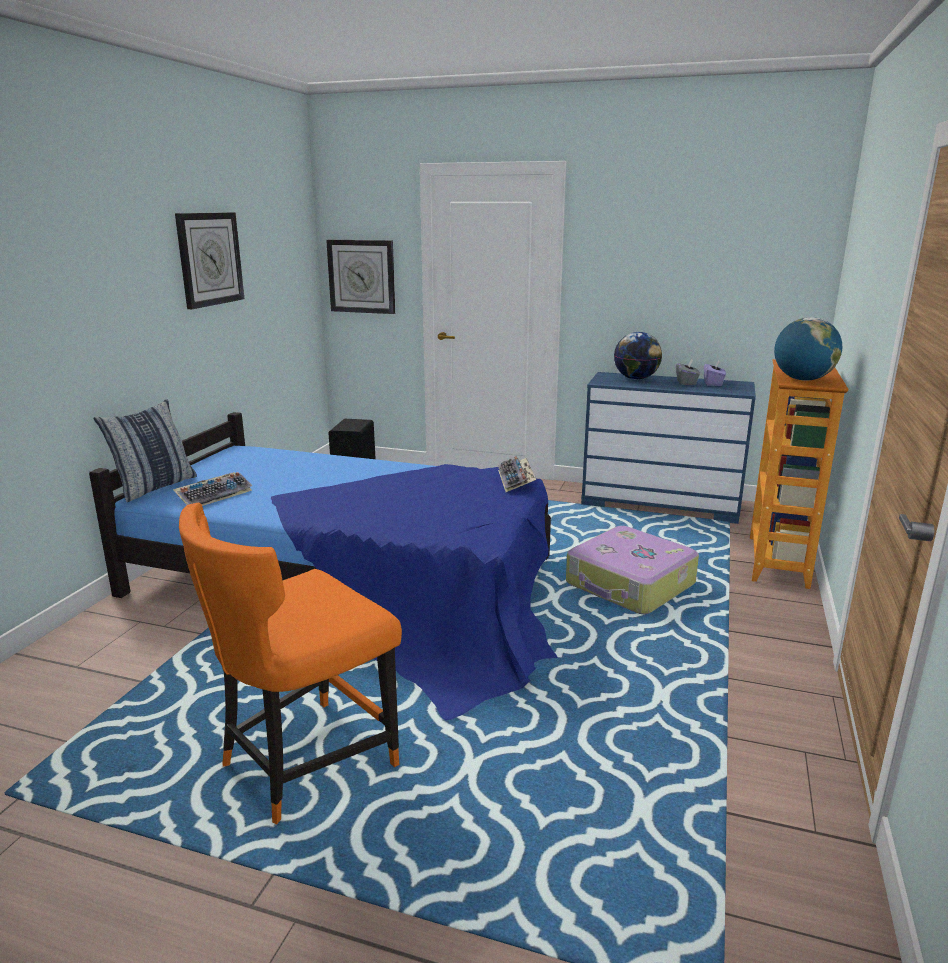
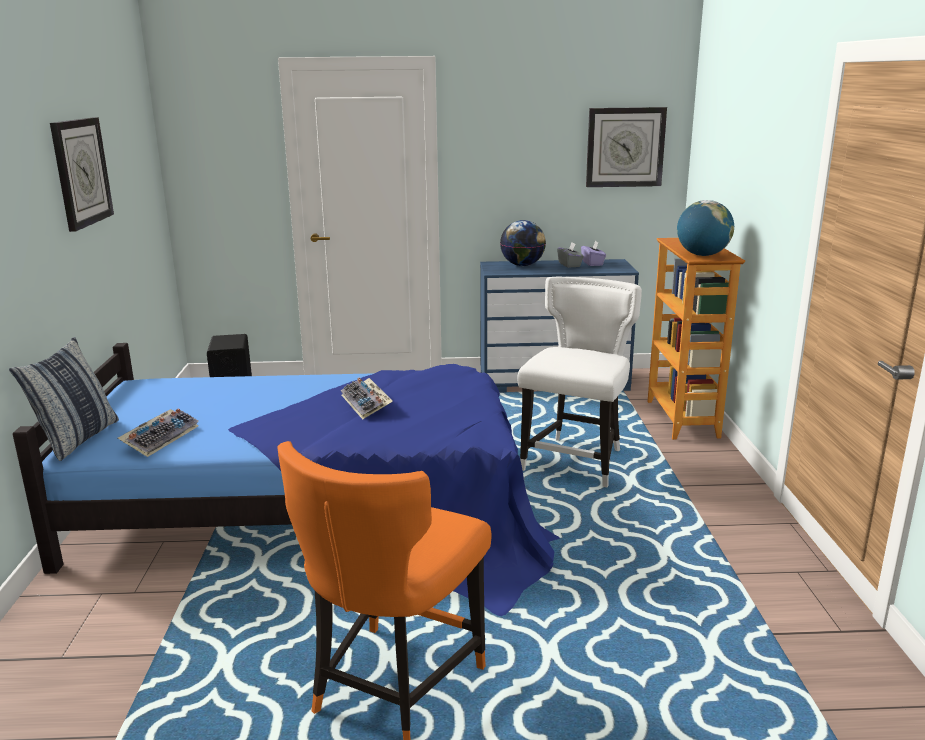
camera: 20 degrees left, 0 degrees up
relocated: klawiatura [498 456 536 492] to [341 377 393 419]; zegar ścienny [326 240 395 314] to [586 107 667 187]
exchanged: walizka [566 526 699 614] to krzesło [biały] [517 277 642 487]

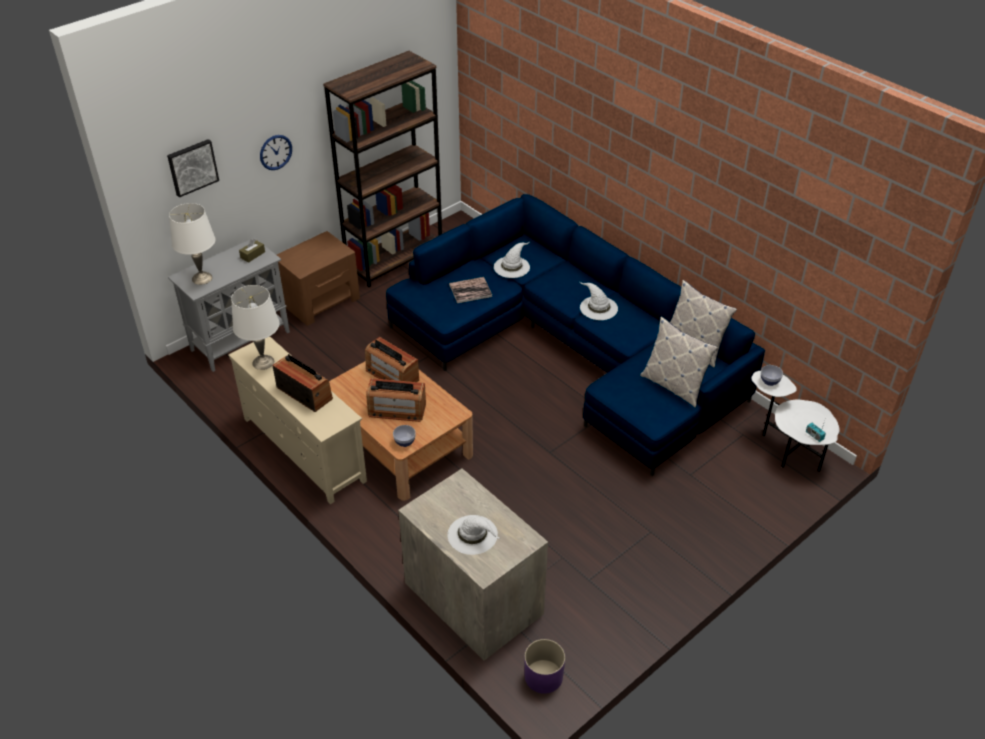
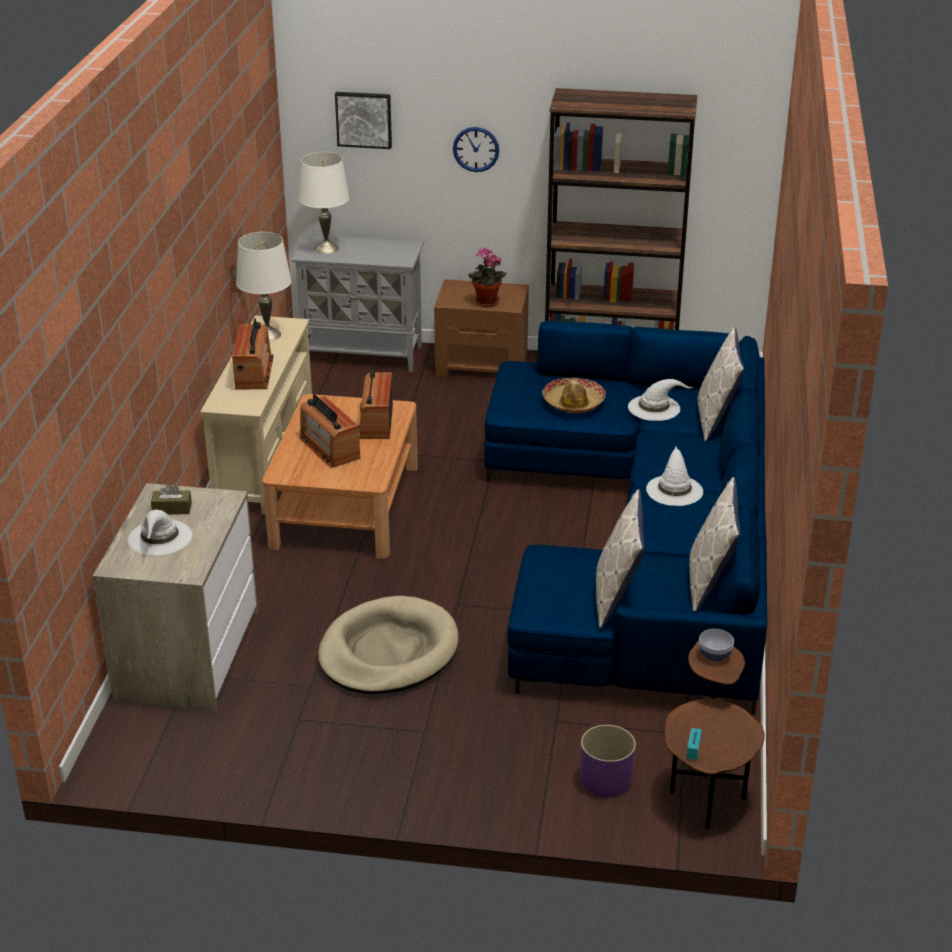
camera: 50 degrees right, 10 degrees down
missing: miska [393 425 416 447]
appeared: legowisko [beżowy] [318 596 459 694]; roślina doniczkowa [468 248 507 307]; poduszka [697 327 745 442]
relocated: pudełko chusteczek [brązowy] [239 239 265 263] to [151 483 192 515]; donica [fioletowy] [524 639 565 694] to [580 725 636 797]
exchanged: książka [449 277 492 303] to kapelusz [542 378 606 413]
colour: stolik [biały] [751 371 840 472] to stolik [brązowy] [665 641 764 829]

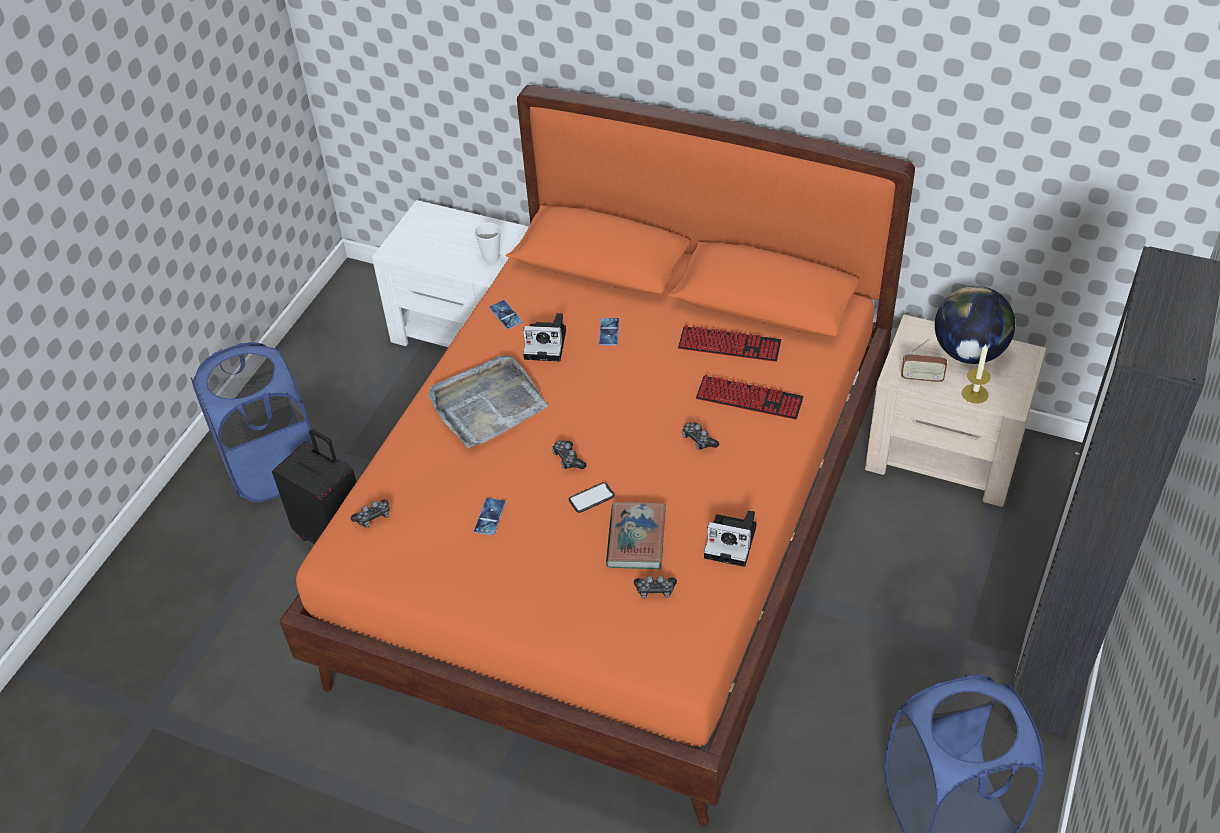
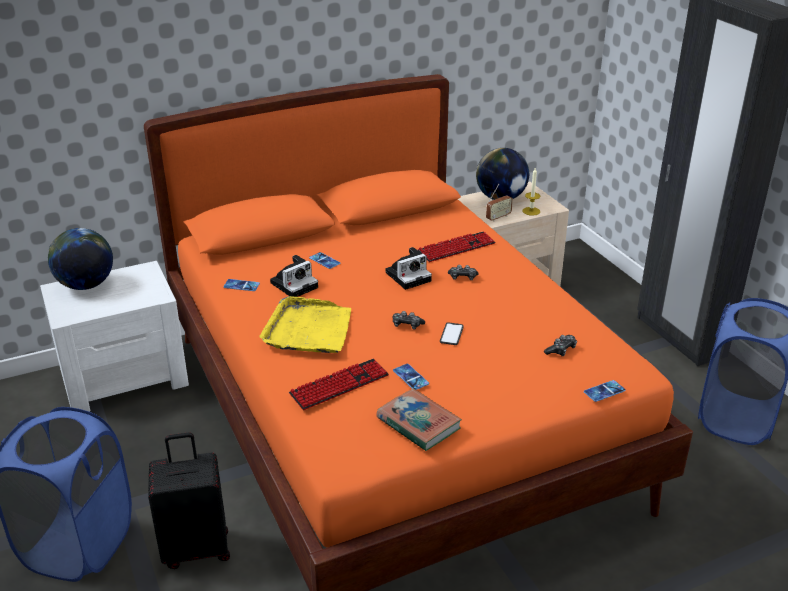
camera: 50 degrees left, 15 degrees down
missing: pad do gier [351 500 390 528]; filiżanka [474 223 501 263]
appeared: globus [48 228 113 290]; telefon [584 380 626 402]
relocated: klawiatura [678 325 781 362] to [289 359 389 410]; książka [606 502 666 569] to [377 389 462 451]; aparat fotograficzny [704 510 757 567] to [386 247 432 290]
colour: taca [szary] [428 356 548 448] to taca [żółty] [259 296 351 353]

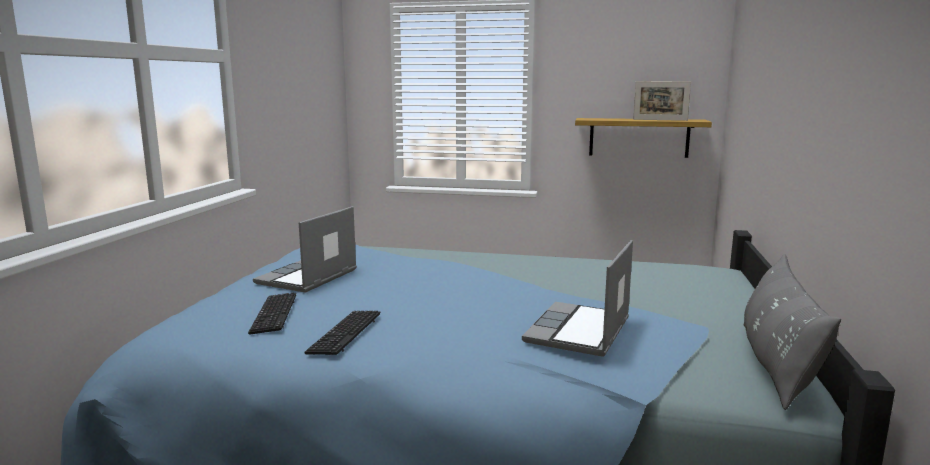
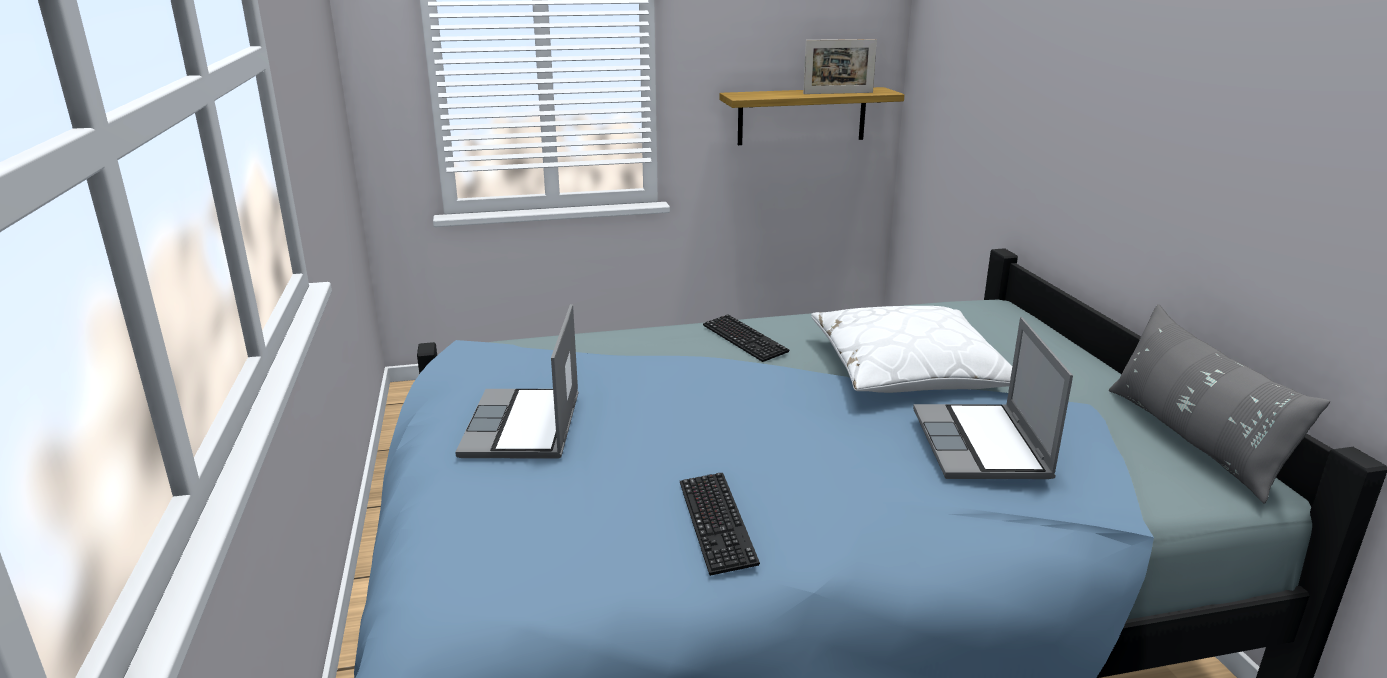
camera: 25 degrees left, 10 degrees up
appeared: poduszka [biały] [811 306 1012 393]
relocated: klawiatura [248 292 296 334] to [703 314 790 362]

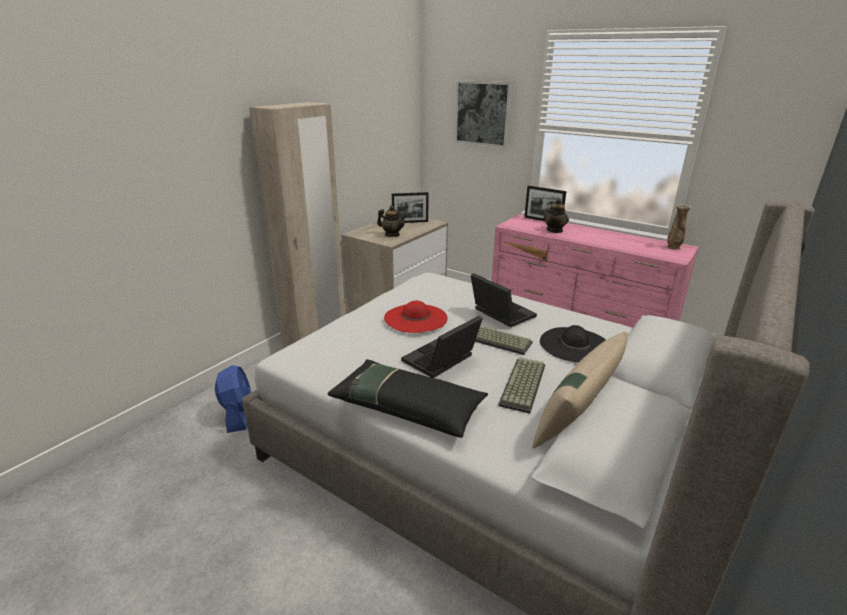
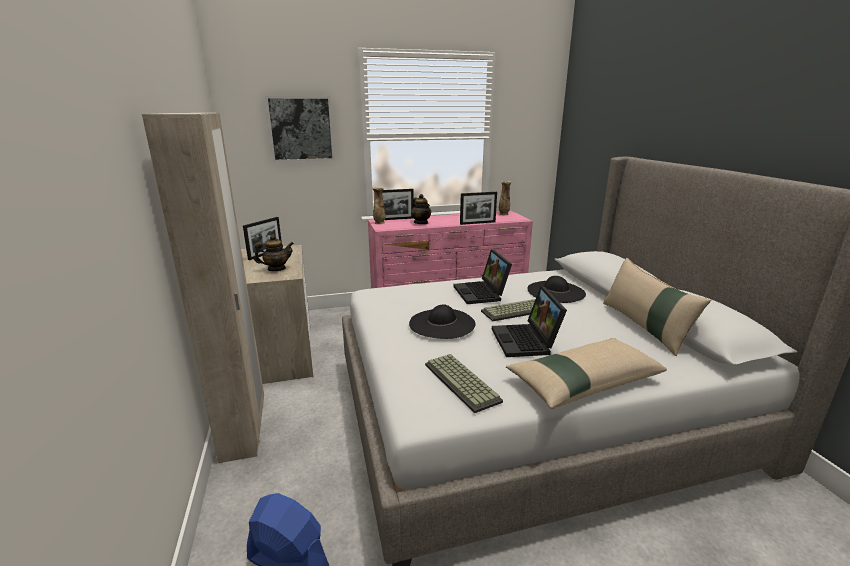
camera: 50 degrees left, 5 degrees down
appeared: wazon [372 187 386 224]; ramka na zdjęcie [460 192 497 225]
relocated: klawiatura [498 357 545 414] to [425 354 503 413]
colour: kapelusz [czerwony] [384 300 448 333] to kapelusz [czarny] [409 304 475 339]; poduszka [czarny] [327 359 488 438] to poduszka [beżowy] [506 338 667 409]
spun: laptop [471 273 537 327] = [453 249 512 304] 105 degrees counterclockwise

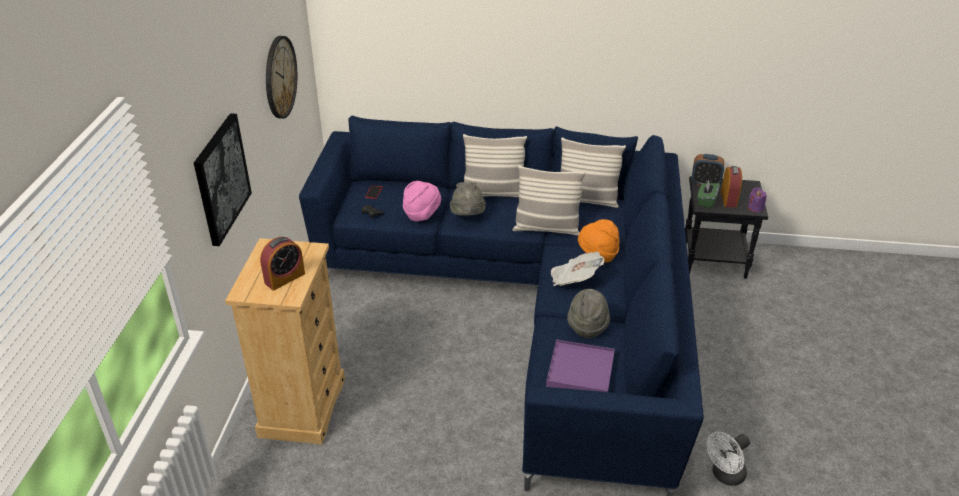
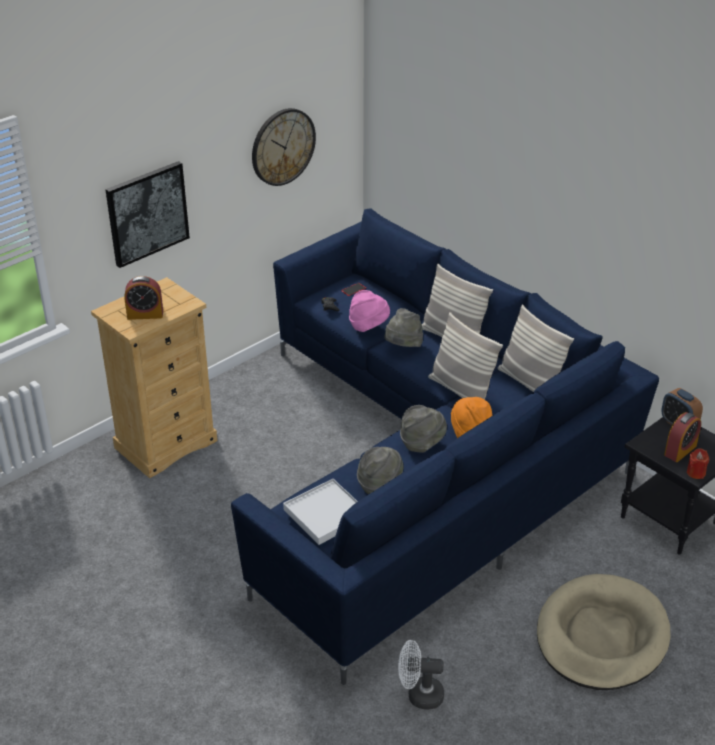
camera: 40 degrees right, 0 degrees up
missing: pudełko chusteczek [zielony] [697 180 720 208]
appeared: legowisko [beżowy] [537 574 671 690]
exchanged: gazeta [551 252 604 286] to kapelusz [szary] [400 405 447 453]
colour: taca [fioletowy] [546 340 615 392] to taca [biały] [283 479 358 545]; świeca [fioletowy] [748 188 767 213] to świeca [czerwony] [687 448 709 479]

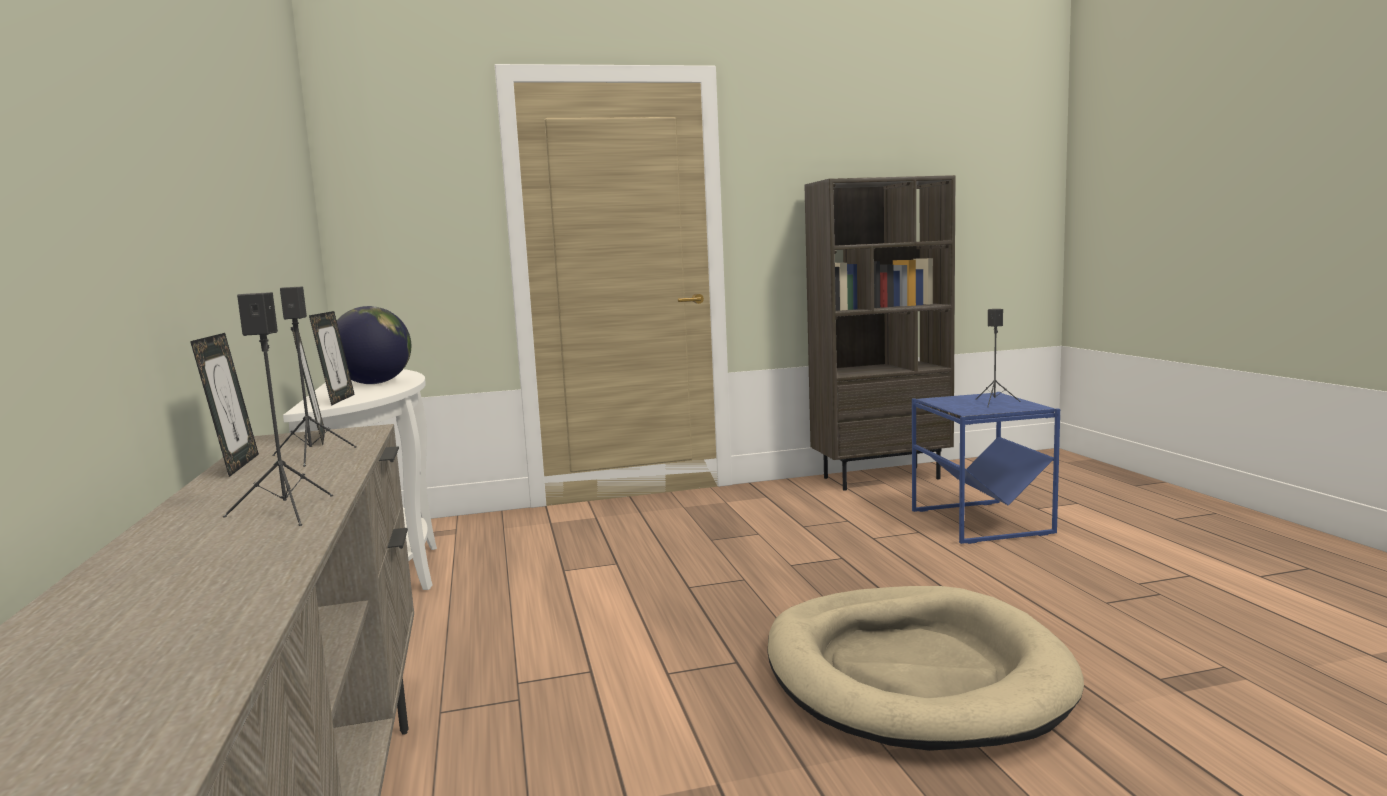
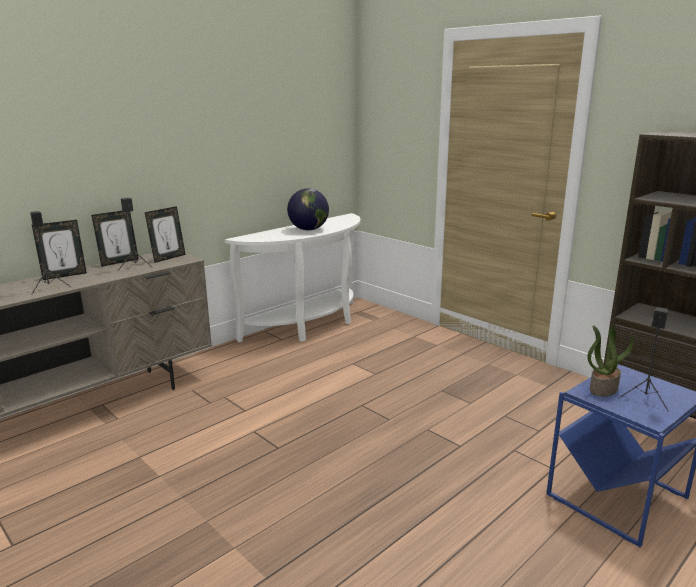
camera: 60 degrees right, 10 degrees up
missing: legowisko [beżowy] [767 586 1084 751]
appeared: roślina doniczkowa [587 324 634 397]
relocated: ramka na zdjęcie [309 311 355 406] to [32 220 87 280]

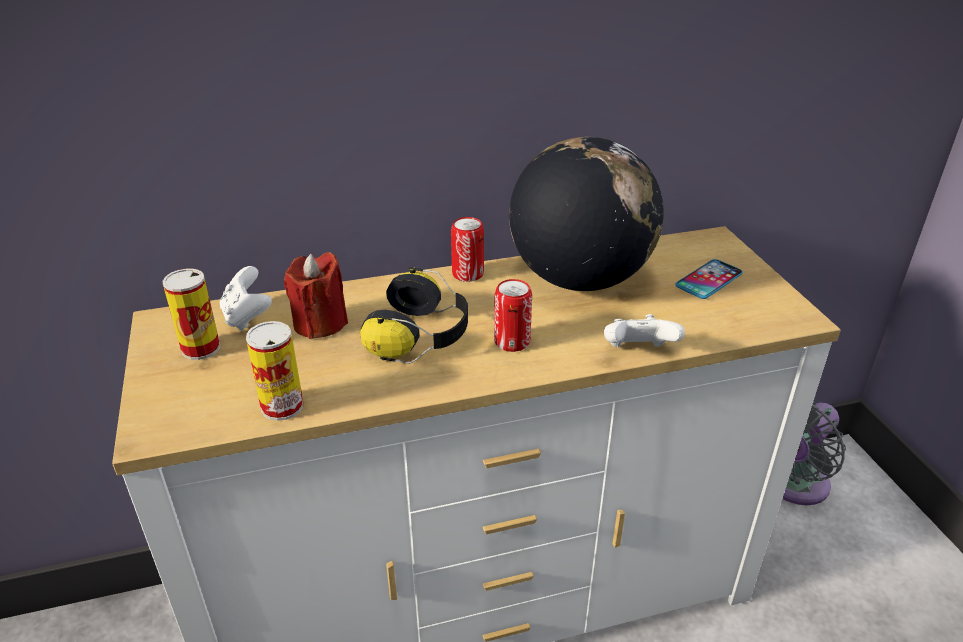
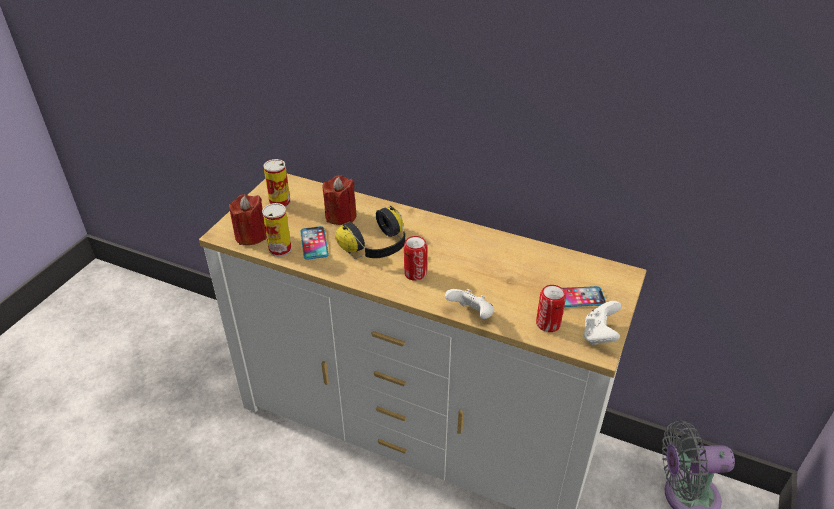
camera: 40 degrees right, 5 degrees up
missing: globus [509 137 664 291]
appeared: świeca [czerwony] [229 194 267 245]; telefon [300 226 329 260]
relocated: puszka [451 217 484 282] to [536 285 566 332]; pad do gier [biały] [220 266 272 331] to [584 301 622 345]

